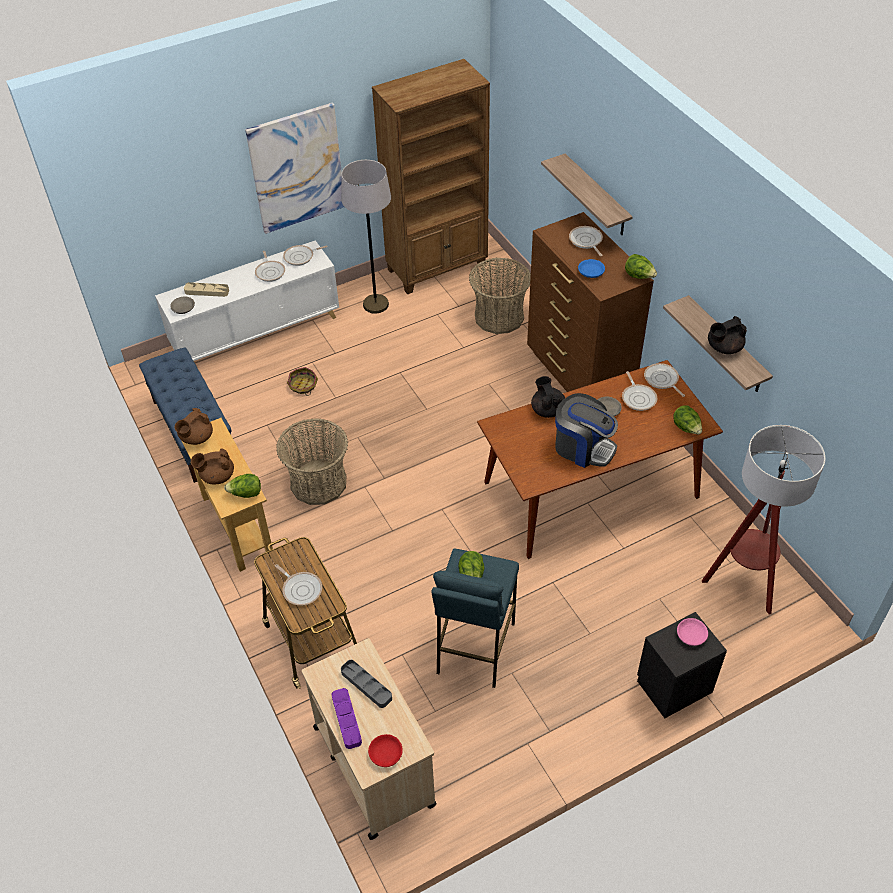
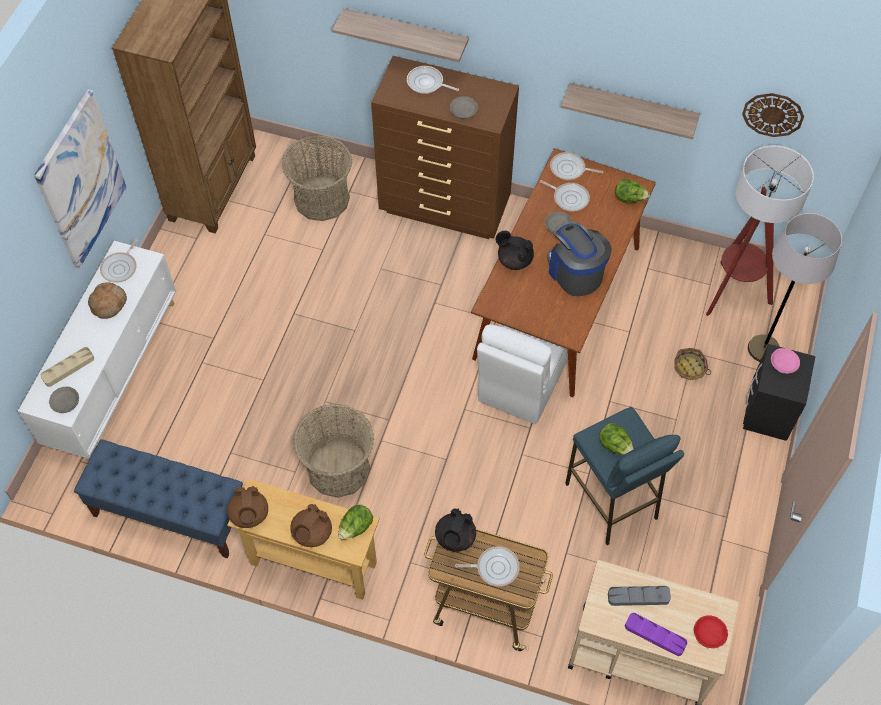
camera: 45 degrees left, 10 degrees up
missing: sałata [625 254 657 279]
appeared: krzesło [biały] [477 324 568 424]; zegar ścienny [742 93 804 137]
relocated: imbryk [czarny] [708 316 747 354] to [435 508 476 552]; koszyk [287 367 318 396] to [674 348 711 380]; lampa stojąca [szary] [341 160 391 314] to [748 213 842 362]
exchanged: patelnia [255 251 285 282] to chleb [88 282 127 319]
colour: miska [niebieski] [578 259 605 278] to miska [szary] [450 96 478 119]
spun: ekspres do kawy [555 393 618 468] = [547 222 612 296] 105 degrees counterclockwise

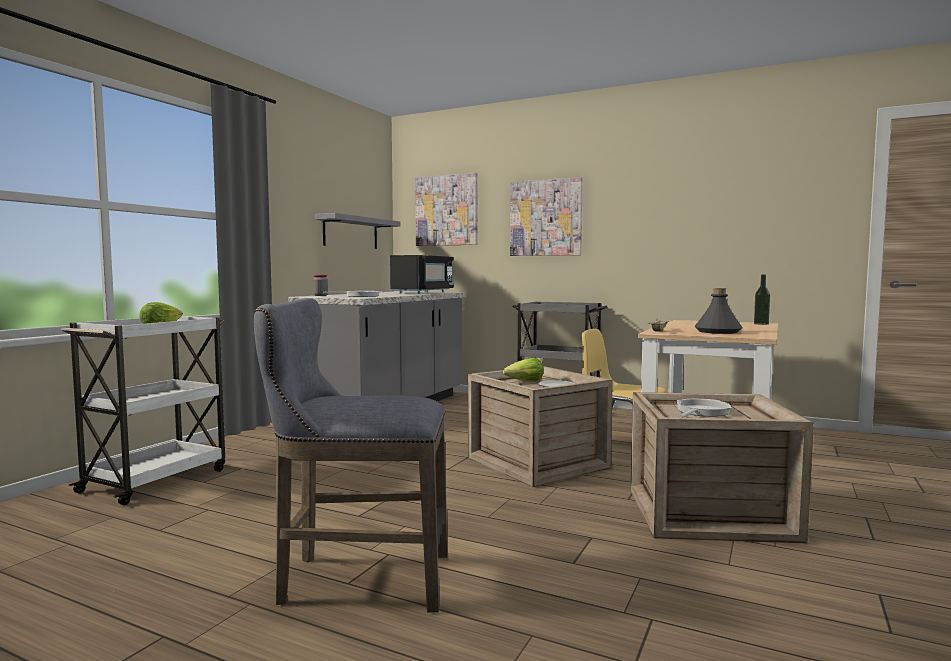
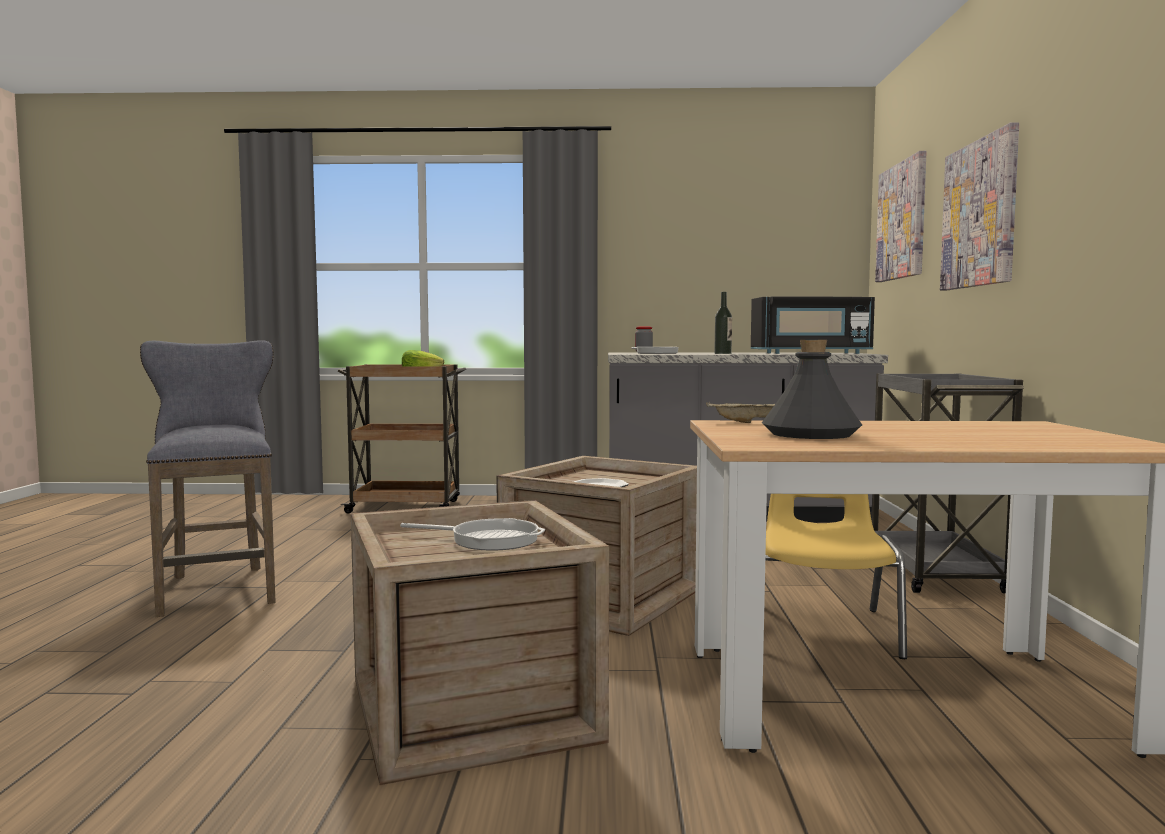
camera: 65 degrees right, 0 degrees up
missing: półka [szary] [315 213 400 249]; sałata [503 358 543 381]
relocated: butelka [754 275 770 325] to [714 292 732 354]
colour: wózek [biały] [61 316 225 505] to wózek [brązowy] [338 364 466 514]

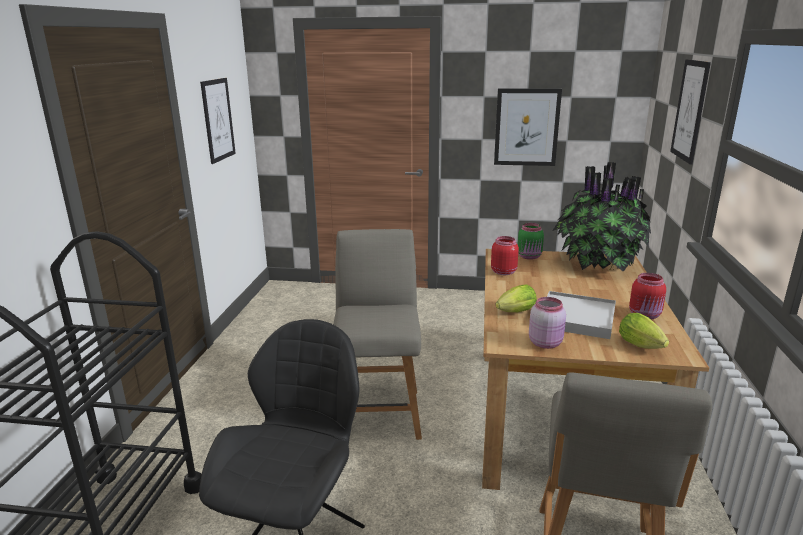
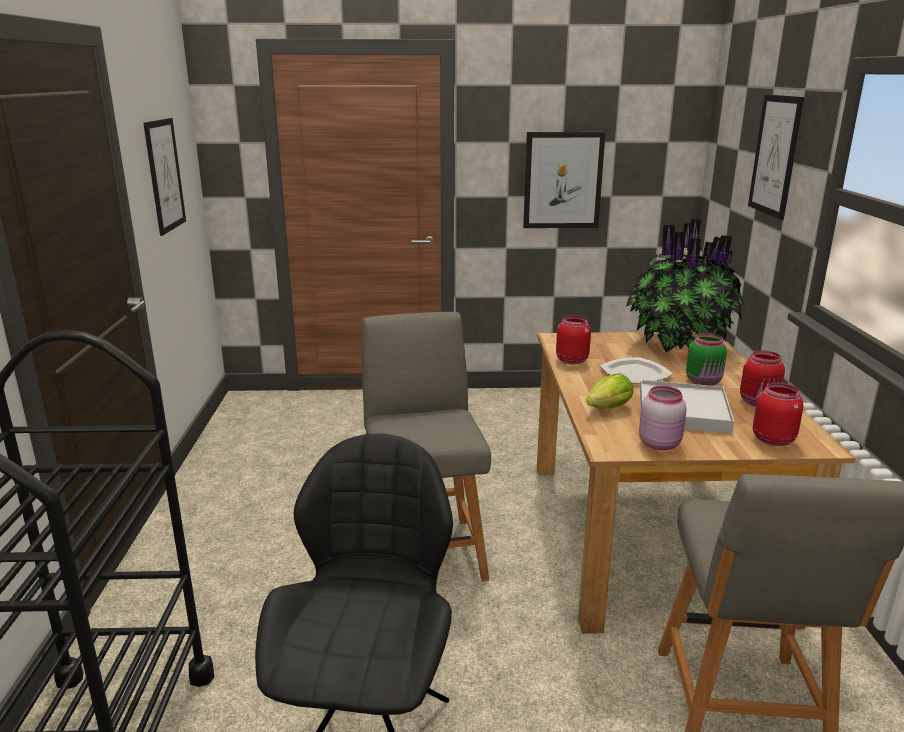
camera: 10 degrees left, 0 degrees up
appeared: talerz [600 357 673 384]
relocated: słoik [zielony] [518 223 544 260] to [686 333 727 386]
exchanged: sałata [619 313 669 349] to słoik [czerwony] [753 383 803 446]

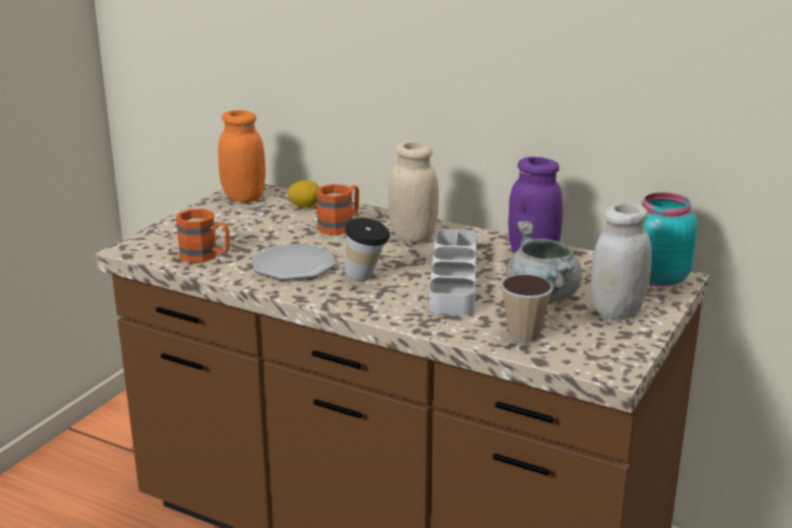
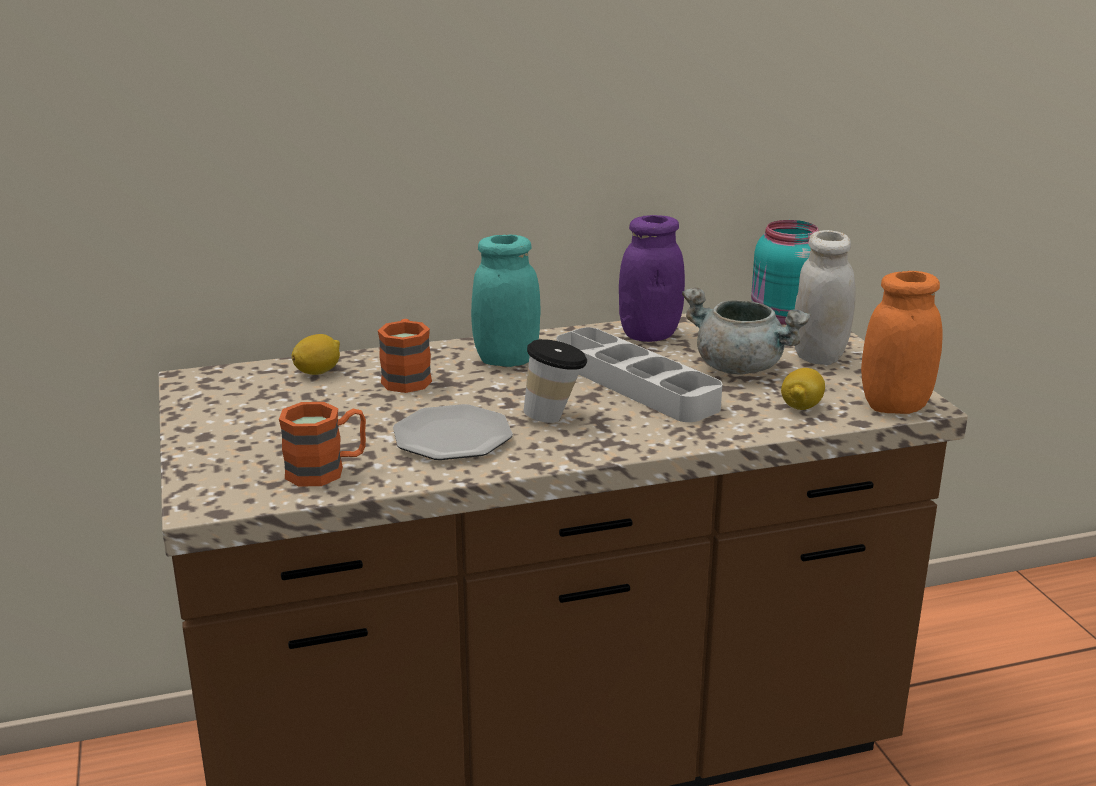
camera: 45 degrees left, 0 degrees up
relocated: słoik [pomarańczowy] [218 110 266 202] to [861 271 943 414]
exchanged: filiżanka [501 275 553 343] to cytryna [781 368 825 410]
colour: słoik [beżowy] [388 142 439 243] to słoik [turkusowy] [471 234 541 367]

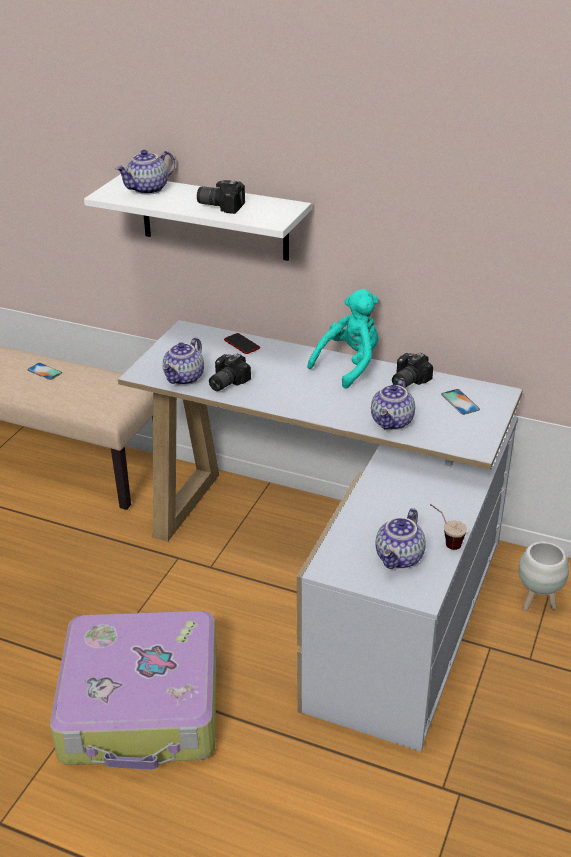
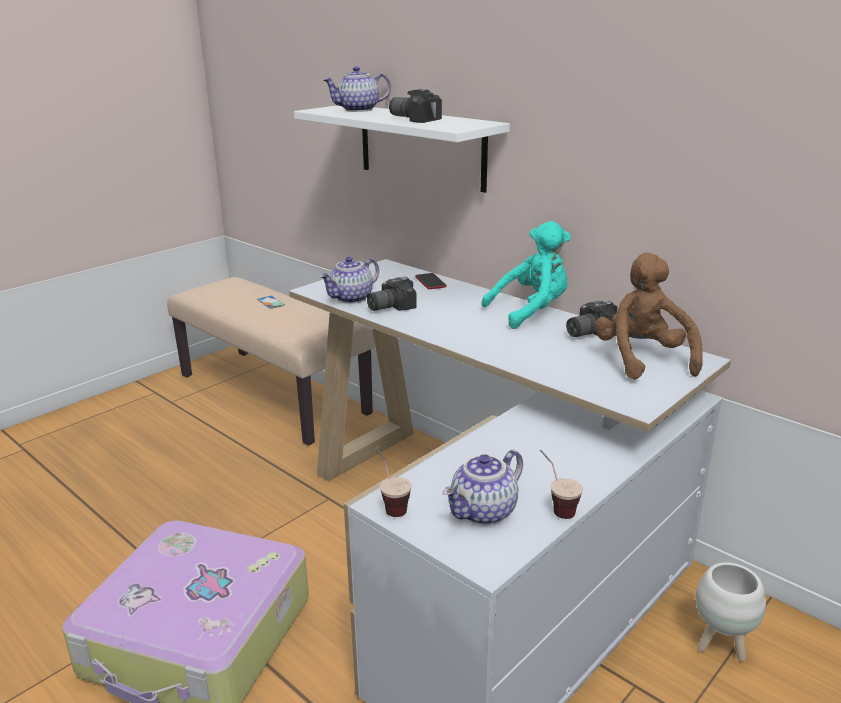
camera: 20 degrees right, 10 degrees down
missing: imbryk [371 378 415 430]
appeared: filiżanka [376 448 412 517]
exchanged: telefon [441 389 480 415] to pluszak [brązowy] [594 253 703 380]

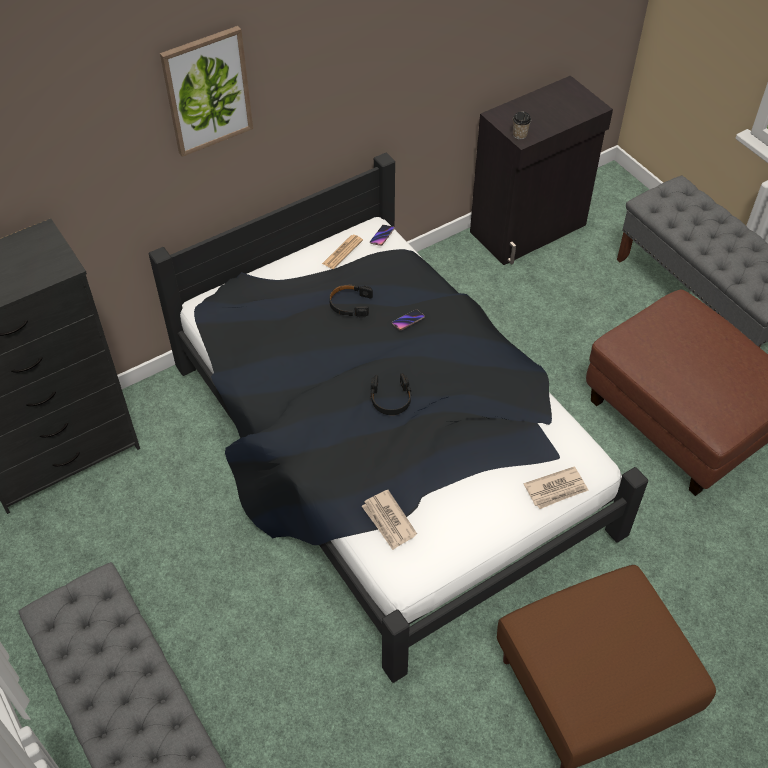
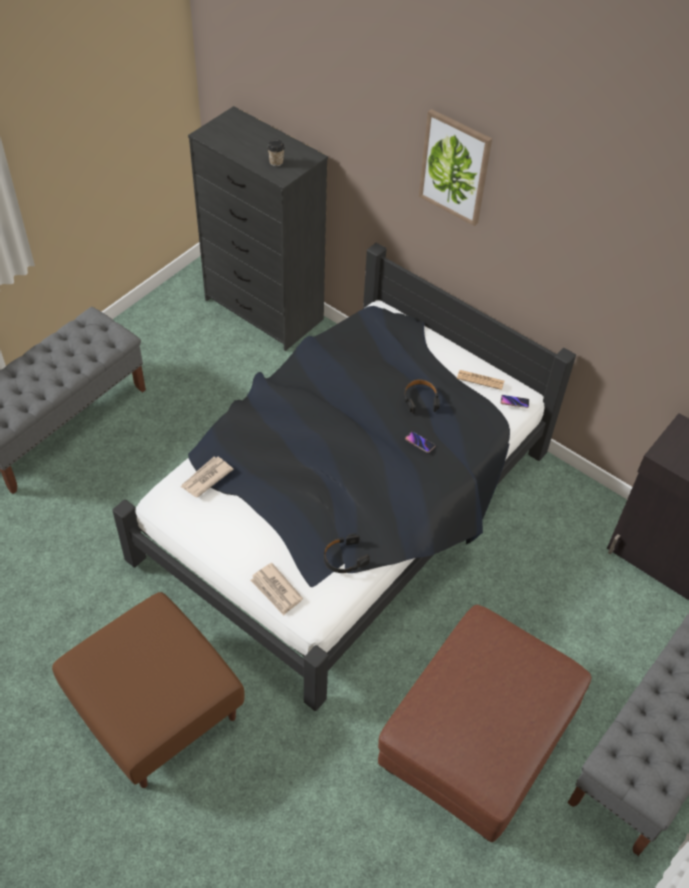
camera: 70 degrees right, 0 degrees up
relocated: filiżanka [513 112 531 140] to [267 140 285 166]; słuchawki [czarny] [371 373 411 415] to [324 533 370 573]

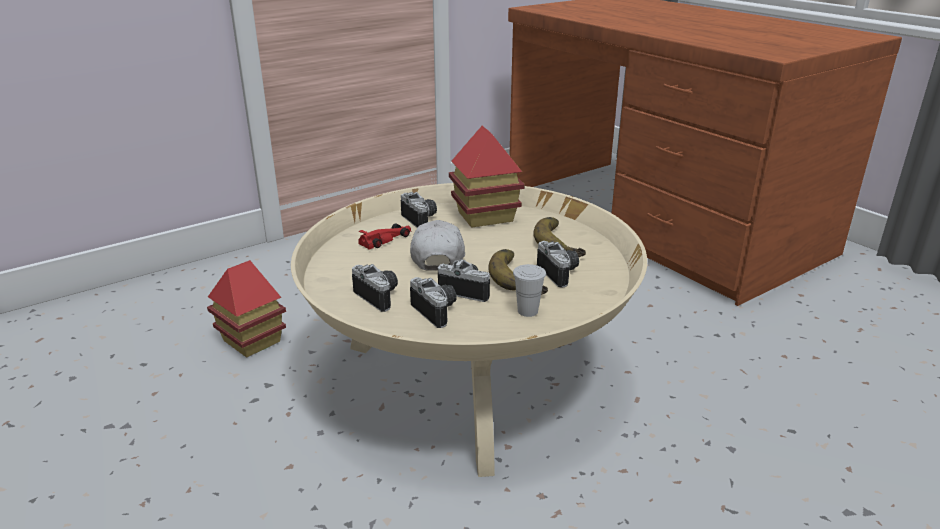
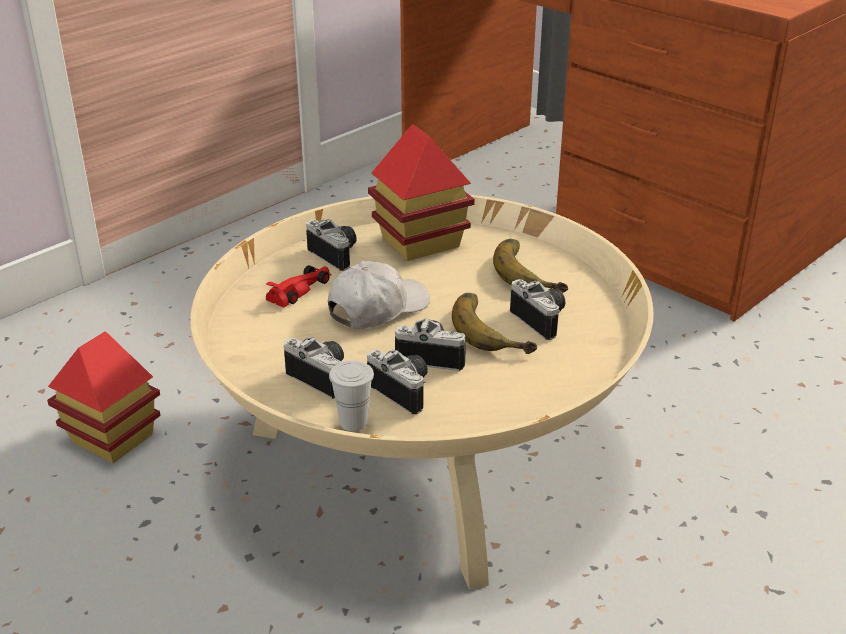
camera: 10 degrees left, 5 degrees up
relocated: filiżanka [biały] [513 264 546 317] to [329 361 374 431]
spun: czapka z daszkiem [biały] [410 220 465 271] = [328 261 430 329] 60 degrees clockwise

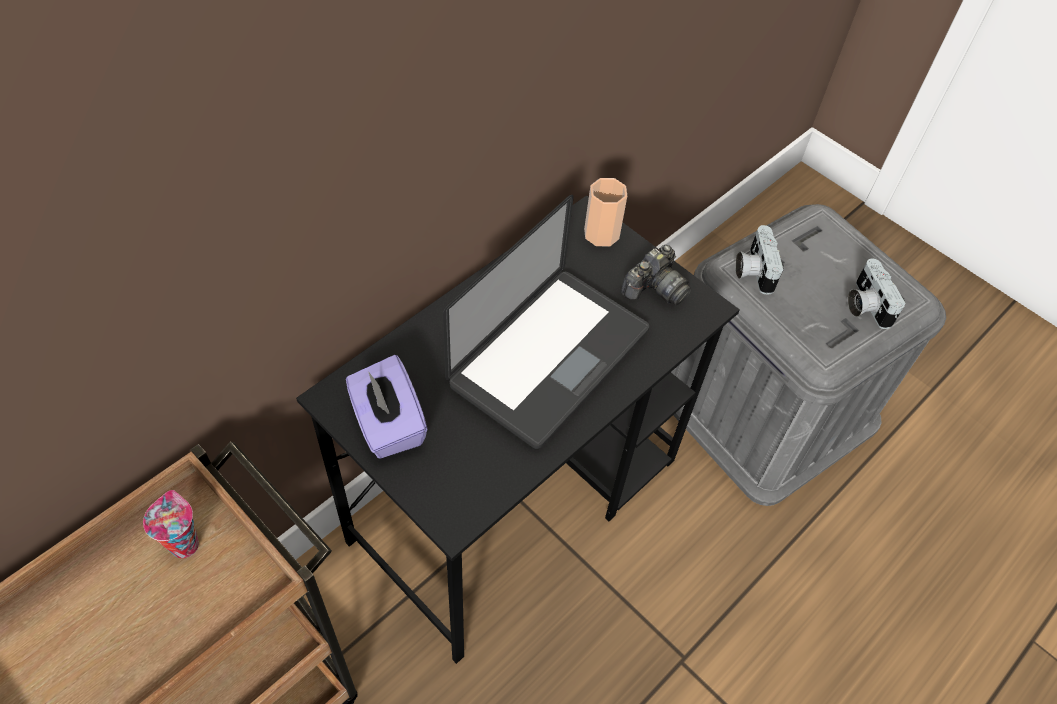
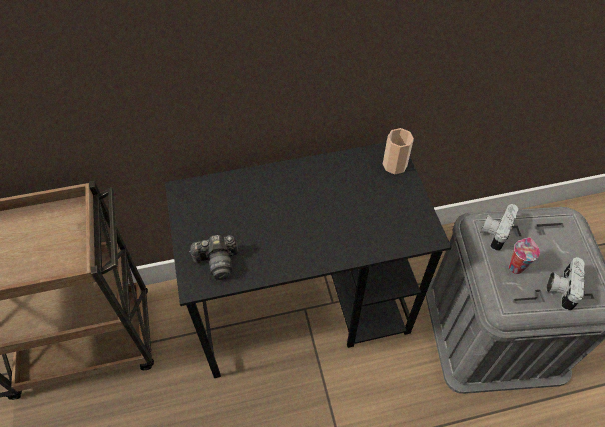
camera: 35 degrees right, 0 degrees up
missing: pudełko chusteczek [fioletowy] [346 355 427 458]; laptop [443 195 649 449]
relocated: aparat fotograficzny [621 245 691 305] to [189 235 238 280]; filiżanka [143 490 199 558] to [509 237 540 274]

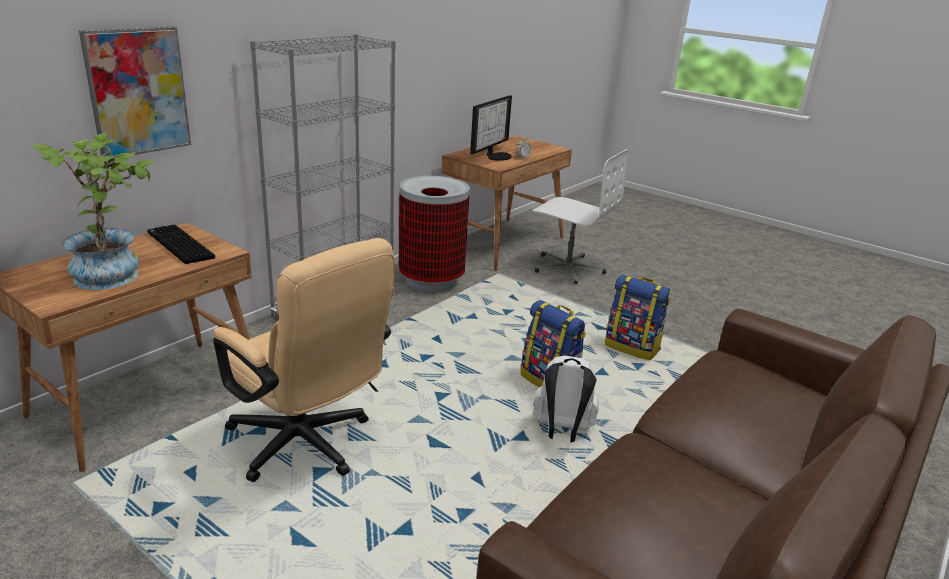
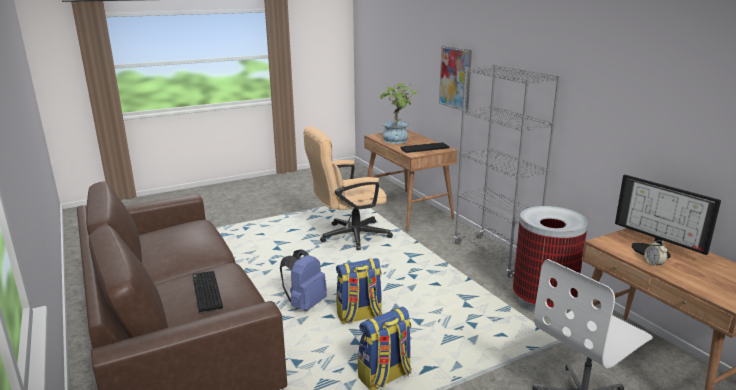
camera: 115 degrees right, 5 degrees down
appeared: klawiatura [192 271 223 312]
colour: plecak [biały] [533 355 599 442] to plecak [niebieski] [280 249 327 311]

